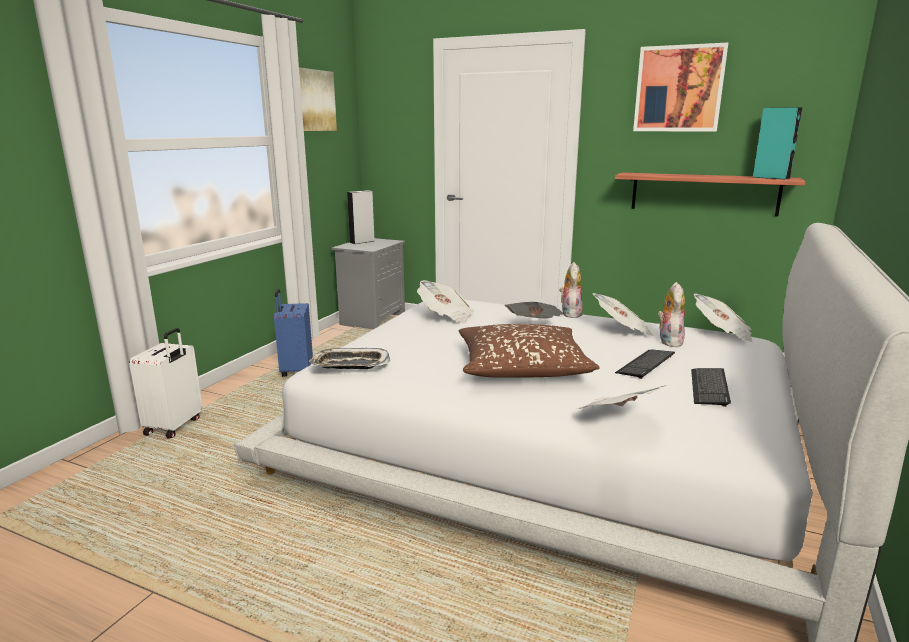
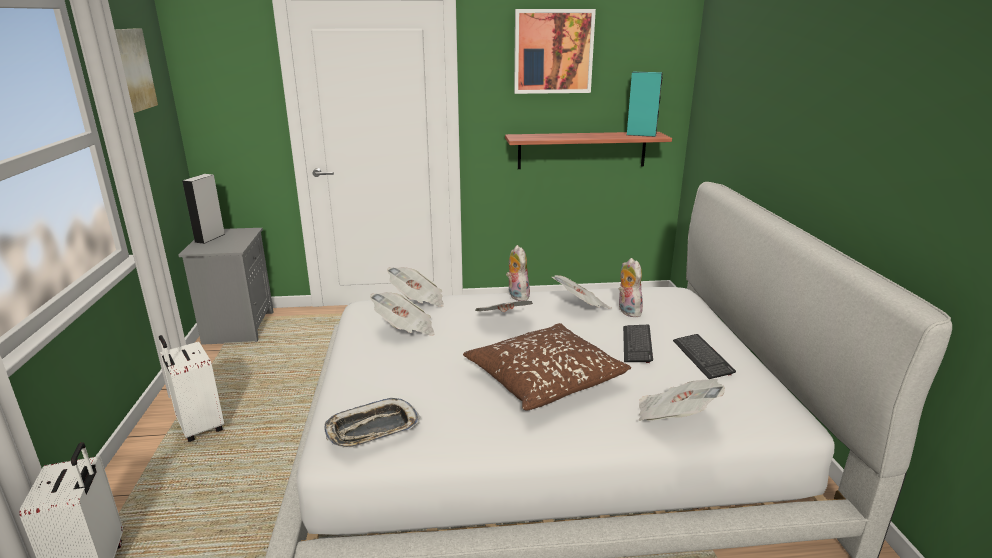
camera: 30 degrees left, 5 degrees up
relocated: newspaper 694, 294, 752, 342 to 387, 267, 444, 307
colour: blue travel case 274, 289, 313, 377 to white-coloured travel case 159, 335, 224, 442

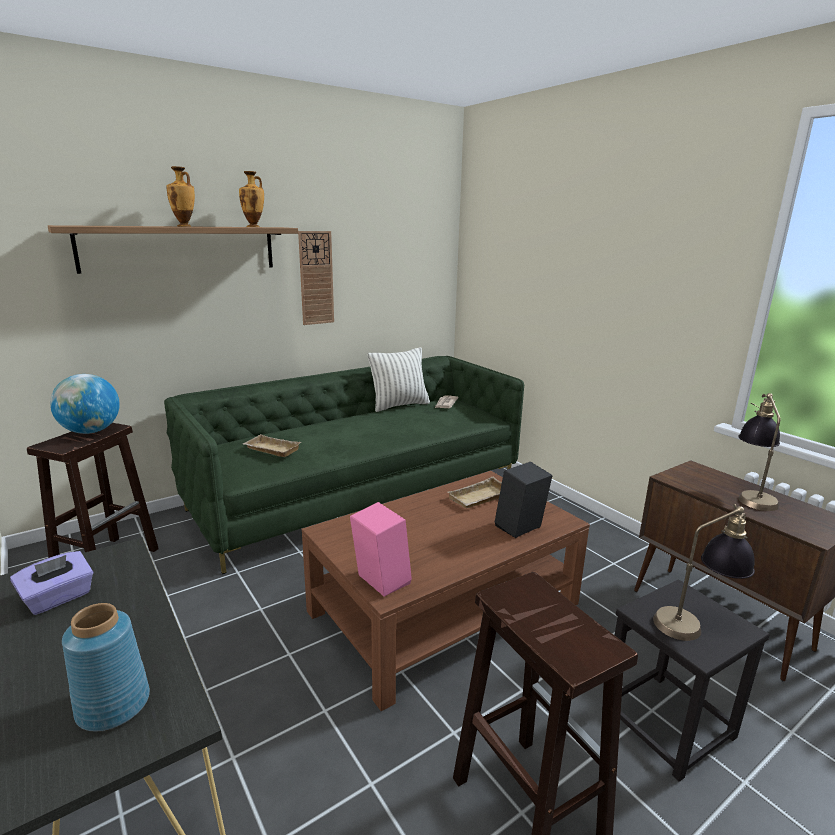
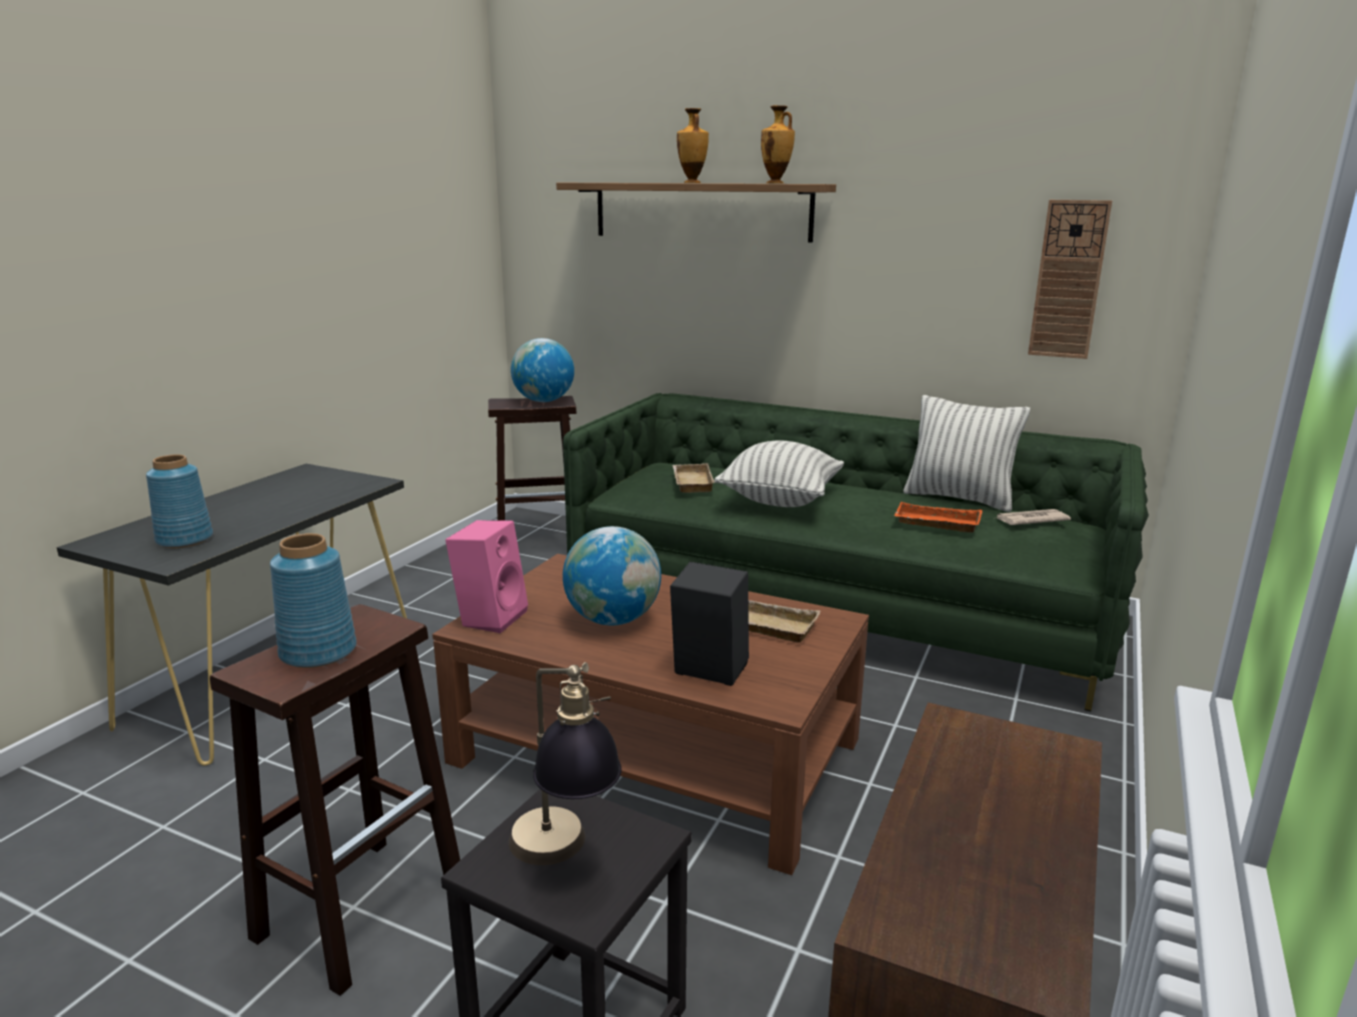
camera: 60 degrees right, 0 degrees up
missing: purple box of tissues 10, 551, 93, 615; lamp for a table 738, 393, 780, 511
appeared: blue vase 270, 533, 357, 668; globe 563, 526, 661, 626; throw pillow 714, 440, 844, 507; orange-coloured serving tray 894, 502, 983, 533
relocated: clock on the wall 298, 231, 334, 325 to 1028, 200, 1112, 359

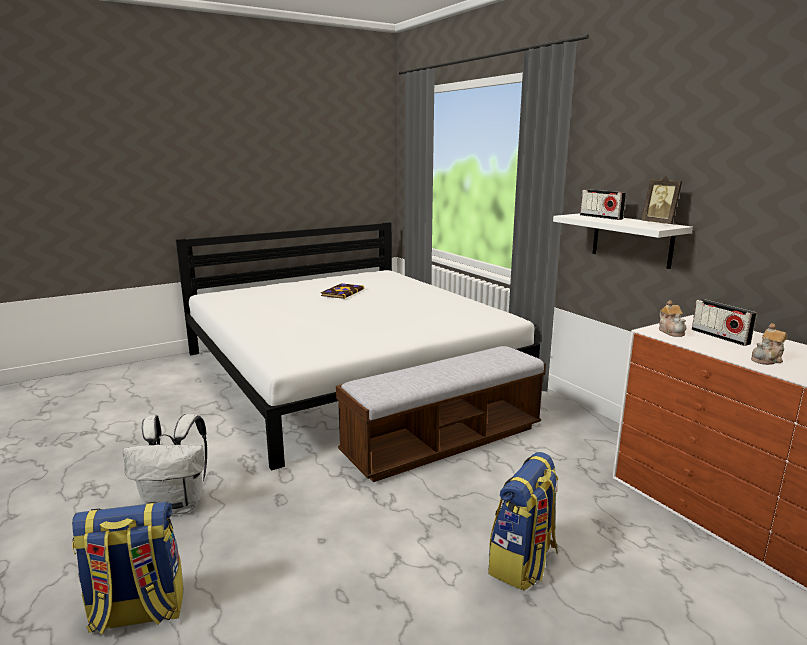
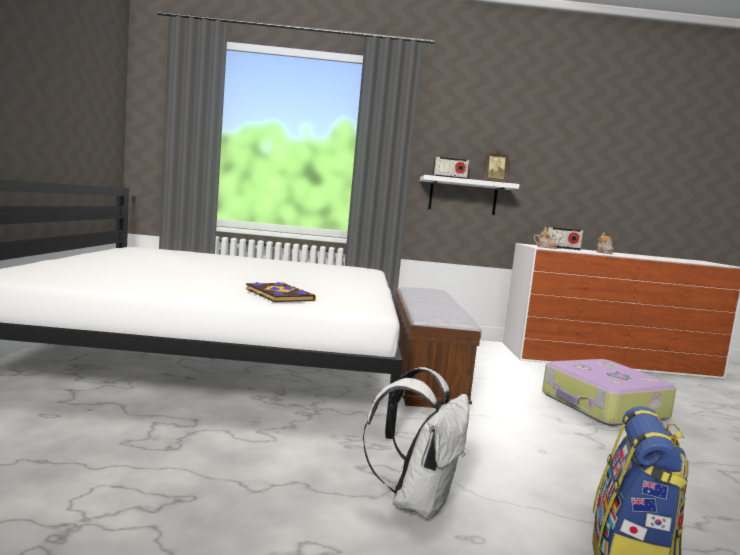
camera: 60 degrees left, 10 degrees down
relocated: volume 321, 283, 364, 299 to 245, 282, 316, 302
exchanged: backpack 488, 452, 558, 591 to travel case 542, 359, 676, 426

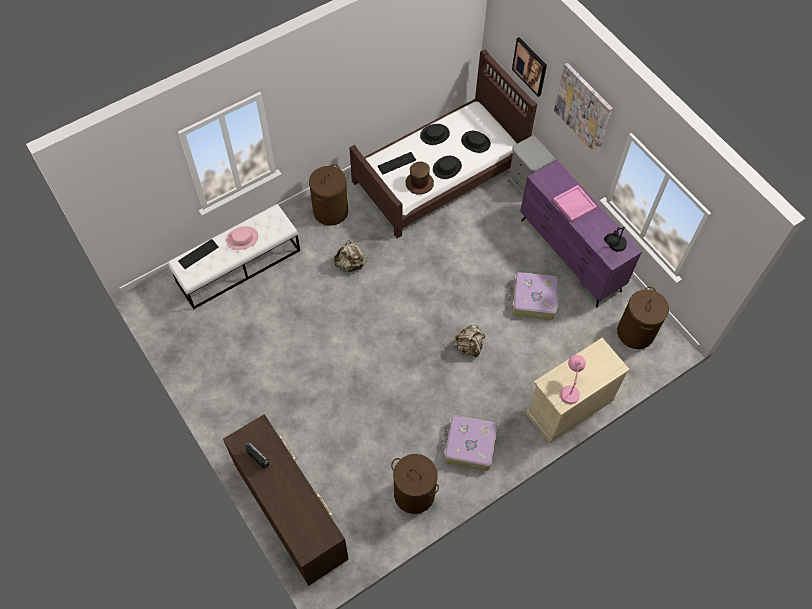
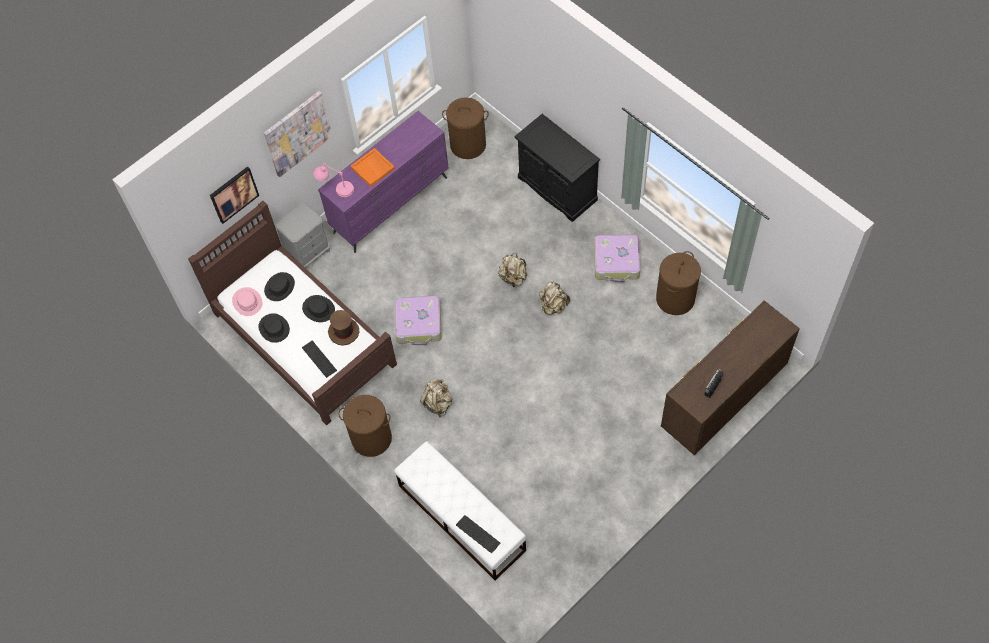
camera: 95 degrees left, 0 degrees up
missing: blackish lamp for a table 604, 227, 627, 252
appeared: beige-coloured backpack 539, 282, 570, 314
relocated: pink-coloured clothing hat 226, 226, 258, 250 to 232, 287, 262, 316; travel case 508, 272, 558, 320 to 394, 295, 442, 345; pink-coloured lamp for a table 560, 355, 586, 404 to 313, 164, 354, 197
colour: beige-coloured cupboard 526, 338, 630, 444 to blackish cupboard 514, 114, 600, 222; pink-coloured serving tray 553, 185, 597, 223 to orange-coloured serving tray 351, 148, 395, 187

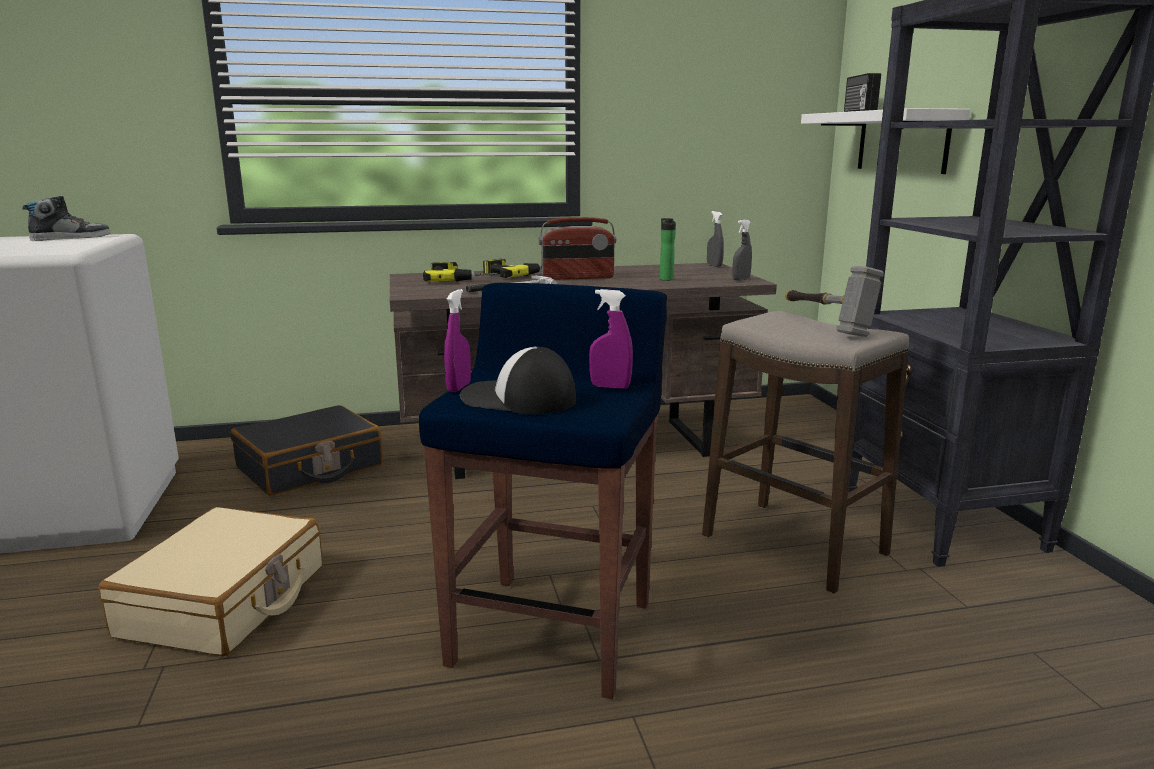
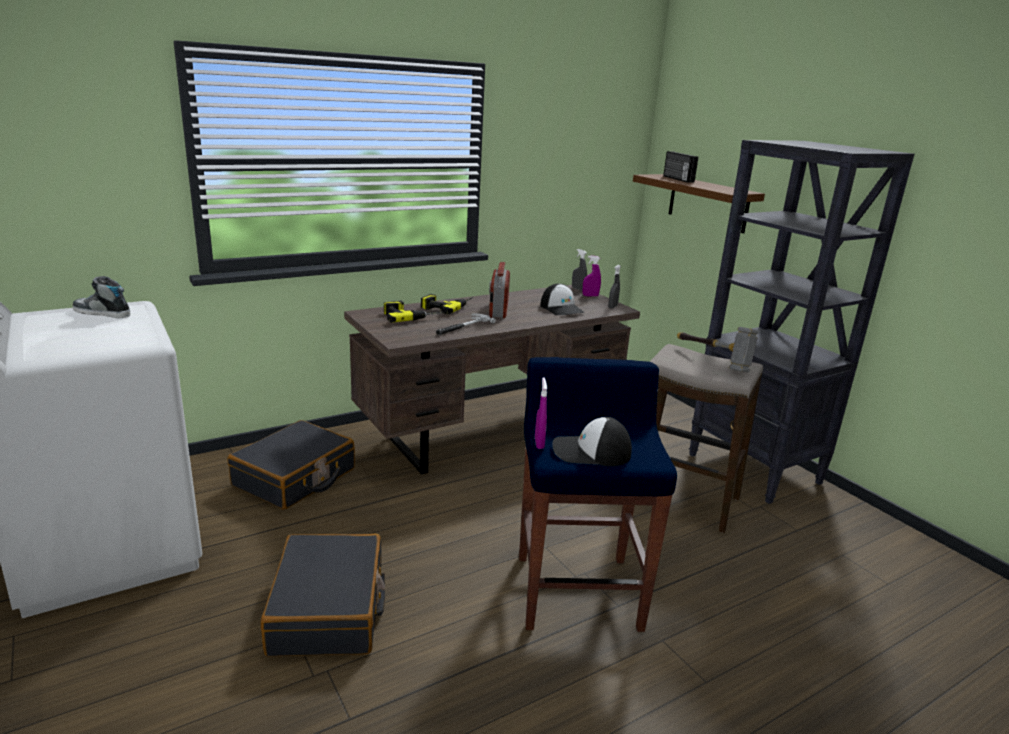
camera: 20 degrees left, 5 degrees up
relocated: purple hand sprayer 589, 289, 633, 389 to 582, 256, 601, 297
exchanged: beverage bottle 660, 218, 676, 281 to cap 540, 284, 585, 315
colour: beige-coloured travel case 98, 507, 322, 657 to blackish travel case 261, 534, 385, 656; white-coloured wall shelf 801, 108, 970, 174 to brown wall shelf 633, 174, 765, 233
spun: low shoe 22, 196, 110, 241 = 73, 276, 130, 318 105 degrees counterclockwise; radio receiver 539, 217, 616, 280 = 489, 262, 510, 318 120 degrees clockwise

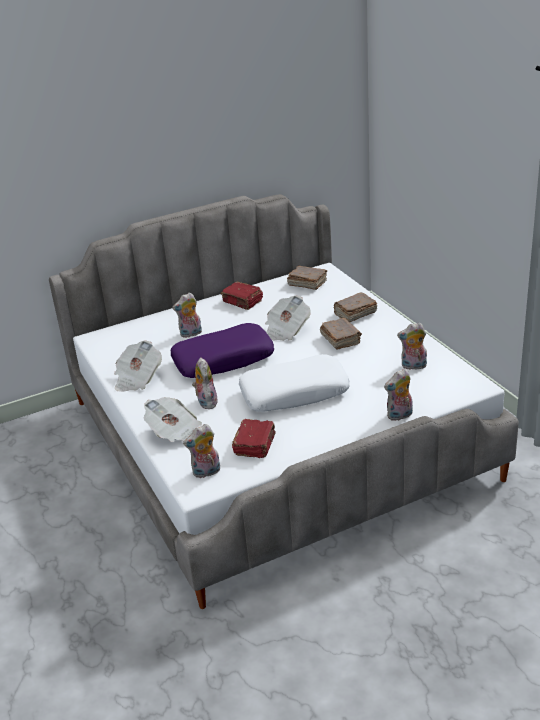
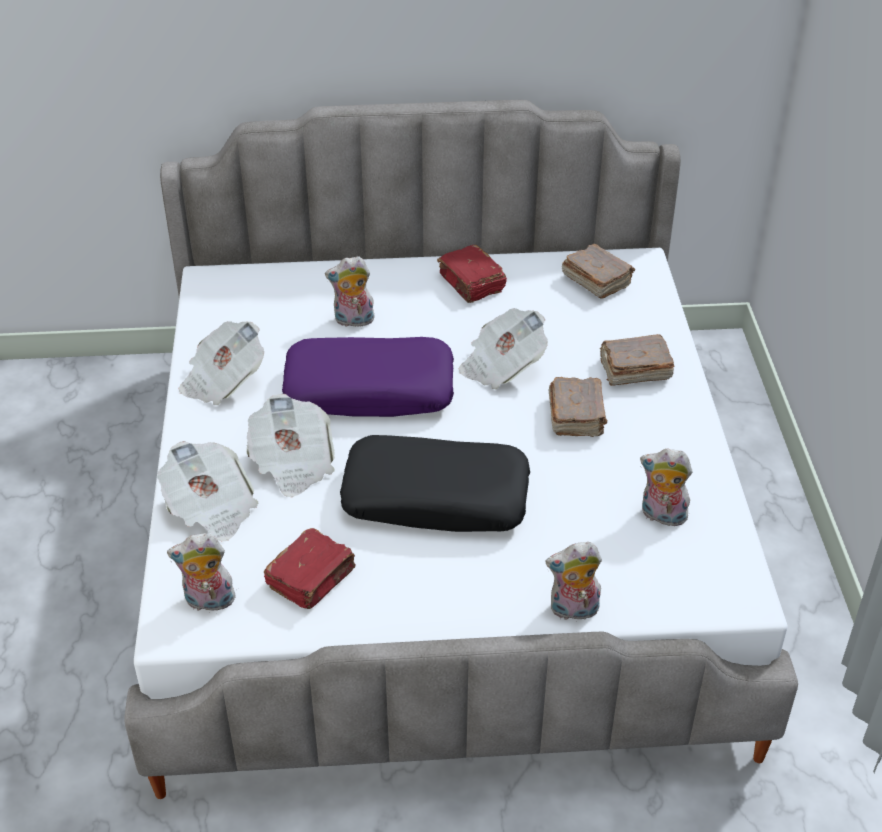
camera: 20 degrees right, 10 degrees up
exchanged: cuddly toy 192, 357, 218, 409 to newspaper 246, 394, 335, 497
colour: white-coloured throw pillow 239, 354, 350, 412 to blackish throw pillow 340, 435, 530, 532

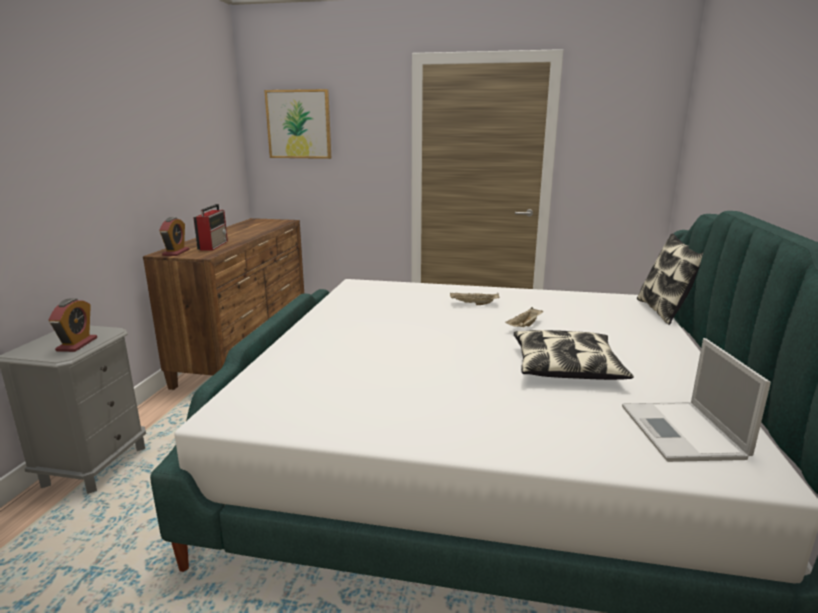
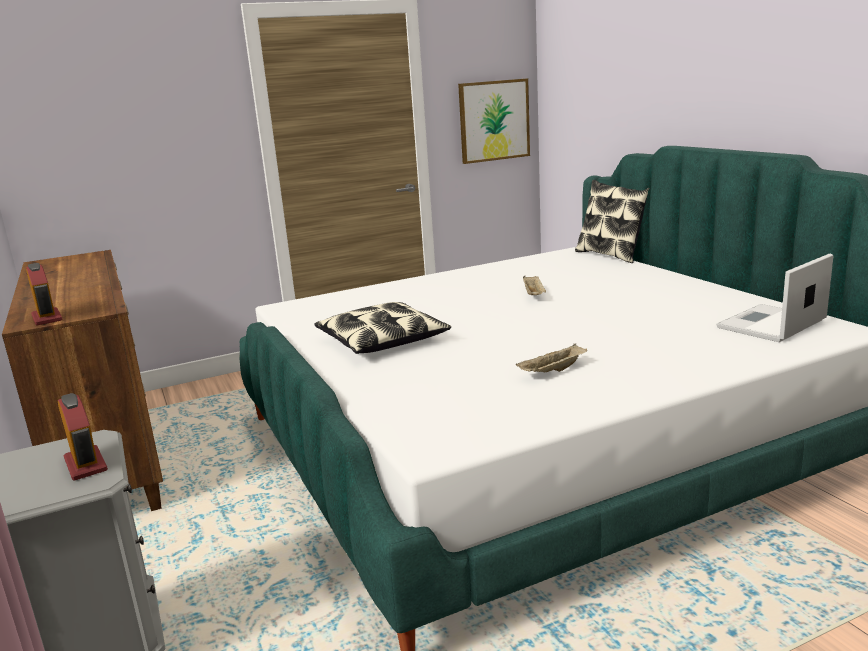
camera: 35 degrees left, 0 degrees up
missing: radio receiver 193, 204, 228, 251
relocated: wall picture 264, 89, 331, 159 to 458, 78, 530, 164; beige-coloured serving tray 450, 292, 499, 305 to 516, 343, 588, 372; throw pillow 514, 330, 634, 380 to 315, 302, 451, 354
spun: notebook computer 622, 338, 771, 462 = 717, 253, 834, 342 90 degrees clockwise

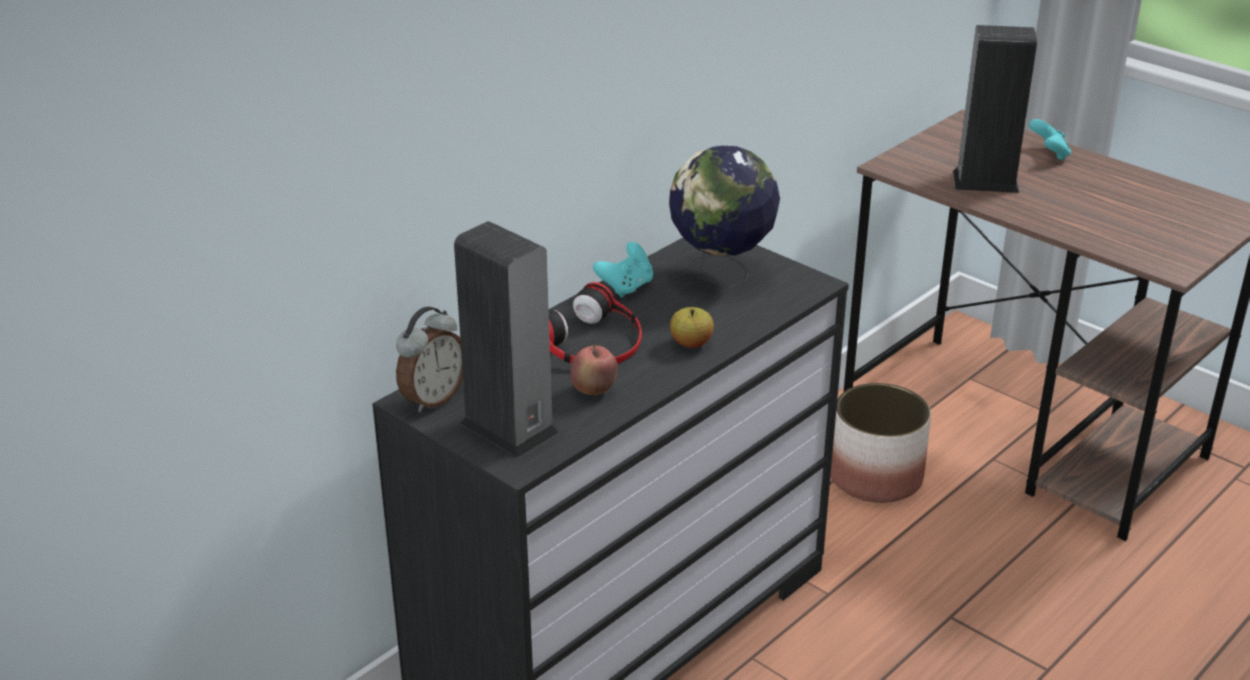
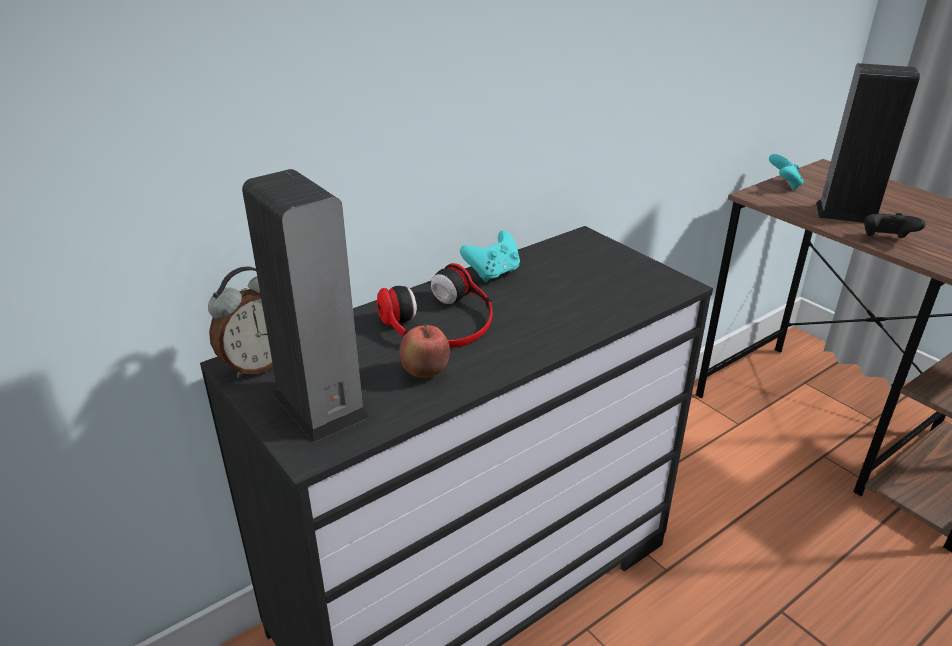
camera: 10 degrees right, 0 degrees up
missing: globe 669, 146, 780, 288; whole apple 670, 307, 714, 348; flower pot 831, 383, 931, 503
appeared: blackish game controller 864, 213, 925, 238
relocated: blue-green game controller 1029, 119, 1071, 161 to 769, 154, 804, 190

